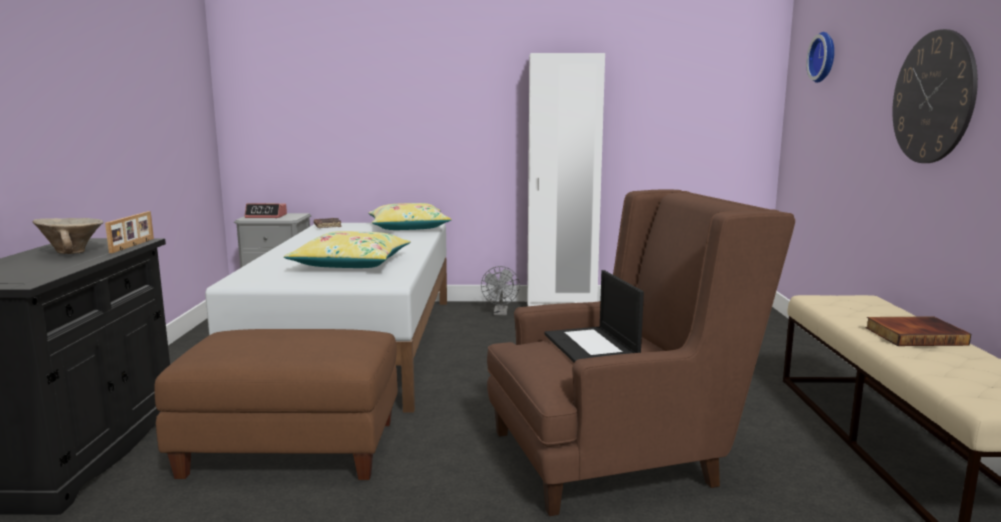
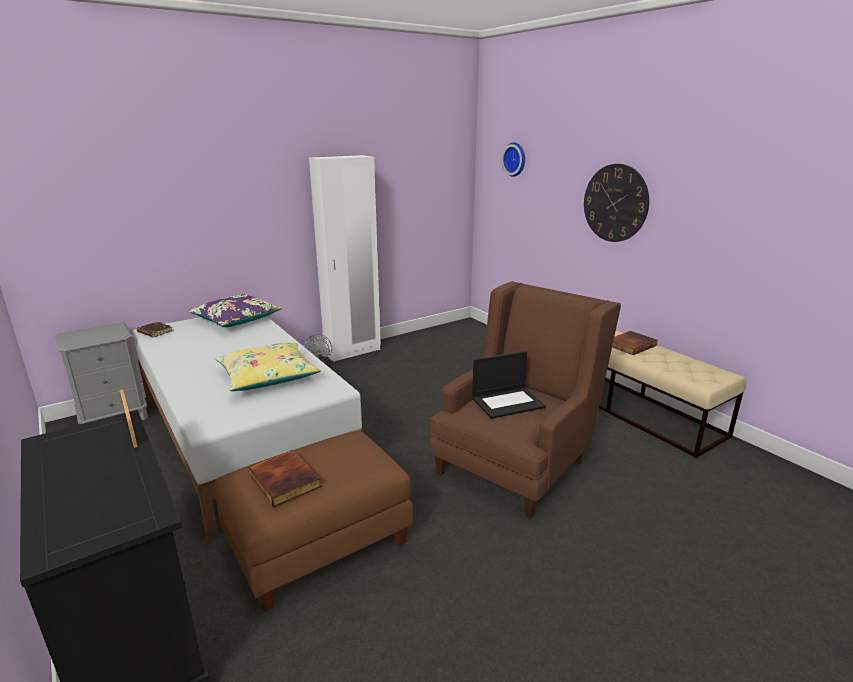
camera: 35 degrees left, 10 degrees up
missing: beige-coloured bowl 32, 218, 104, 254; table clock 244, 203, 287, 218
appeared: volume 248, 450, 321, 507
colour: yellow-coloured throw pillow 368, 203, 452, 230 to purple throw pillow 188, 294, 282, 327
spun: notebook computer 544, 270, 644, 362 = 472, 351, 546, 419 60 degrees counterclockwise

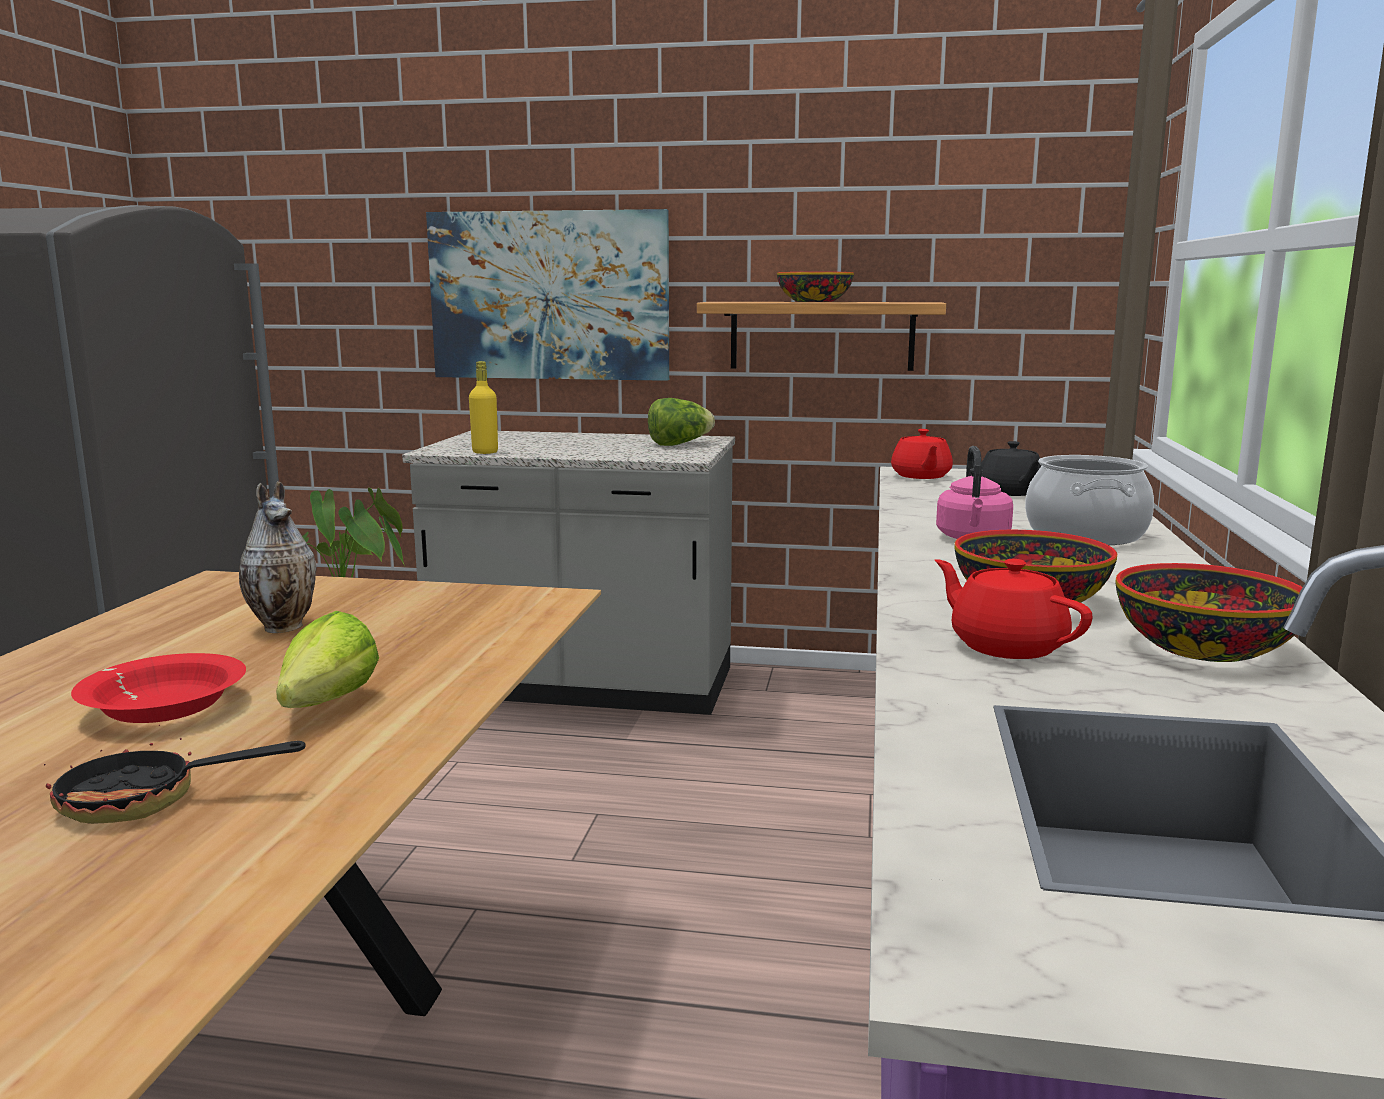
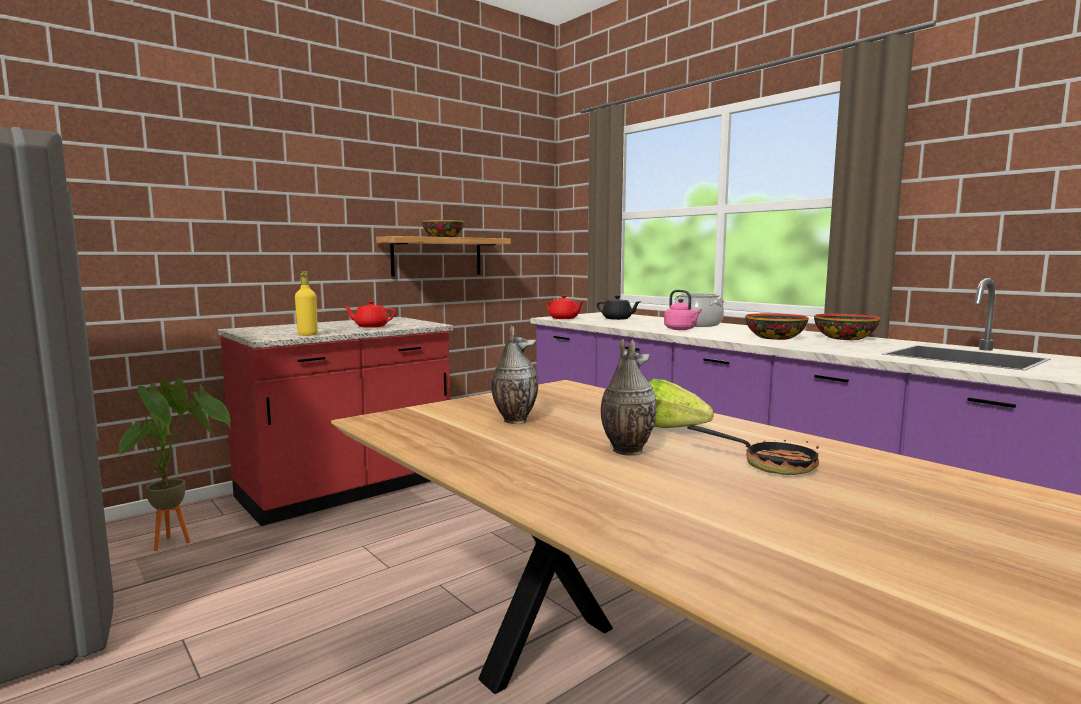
camera: 50 degrees left, 5 degrees down
missing: wall picture 426, 209, 669, 381; lettuce 648, 398, 715, 446
relocated: red-coloured teapot 934, 559, 1093, 659 to 343, 301, 396, 328
exchanged: red-coloured bowl 71, 653, 246, 723 to vase 601, 339, 656, 456
colour: grey kitchen counter 402, 431, 735, 715 to red-coloured kitchen counter 218, 317, 453, 526
spun: pan 44, 724, 305, 824 = 687, 425, 819, 475 90 degrees counterclockwise

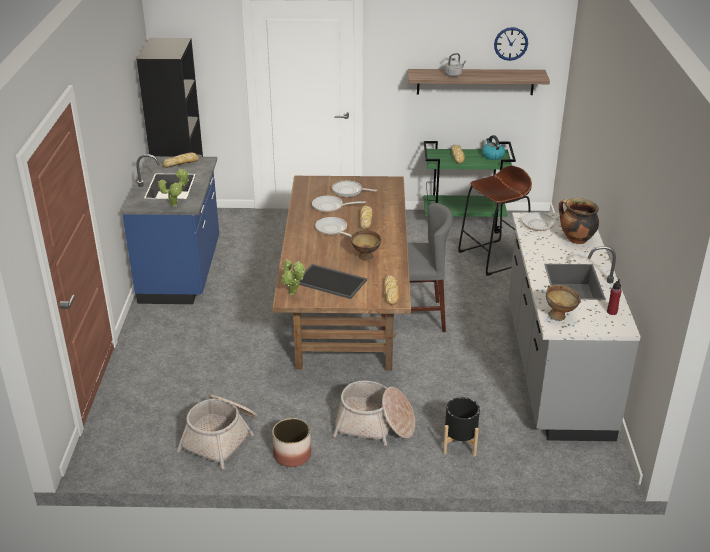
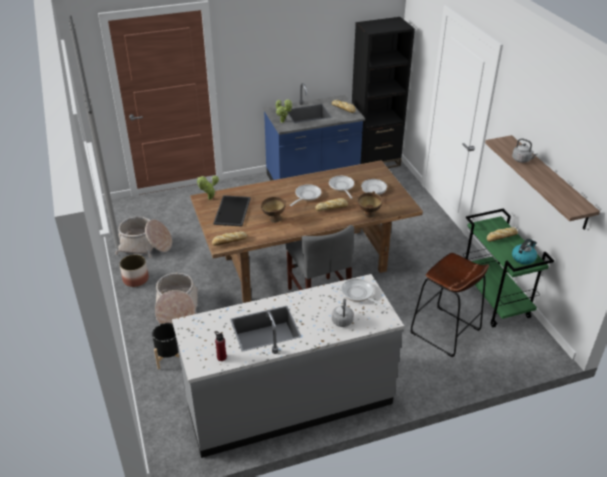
camera: 70 degrees right, 5 degrees up
missing: clock on the wall 494, 27, 528, 61
relocated: brown bowl 546, 285, 581, 321 to 358, 191, 382, 218
exchanged: stockpot 559, 198, 599, 244 to grey kettle 332, 299, 354, 327

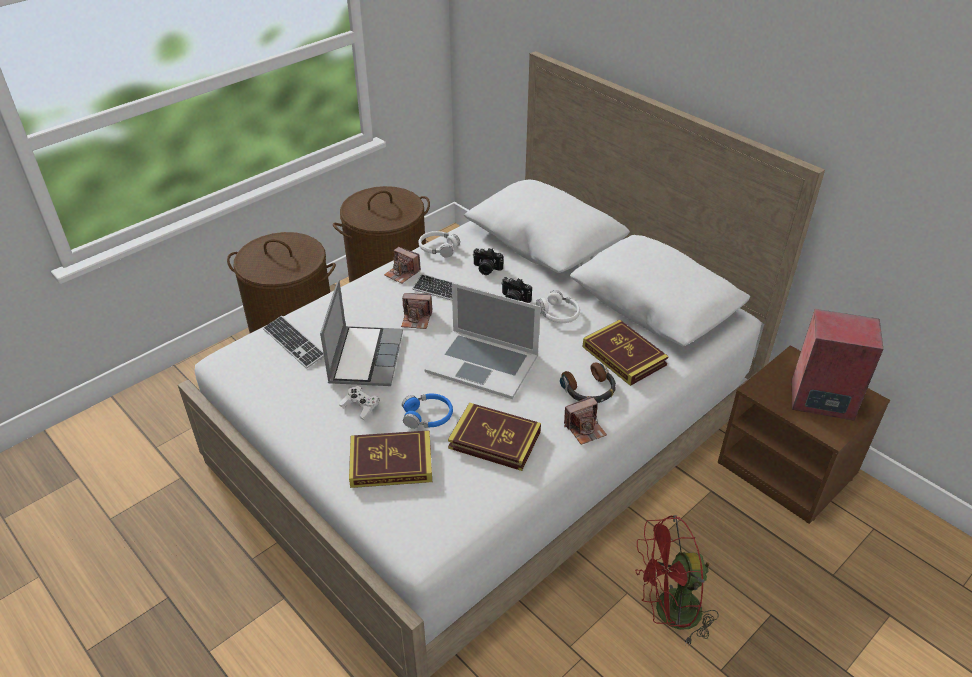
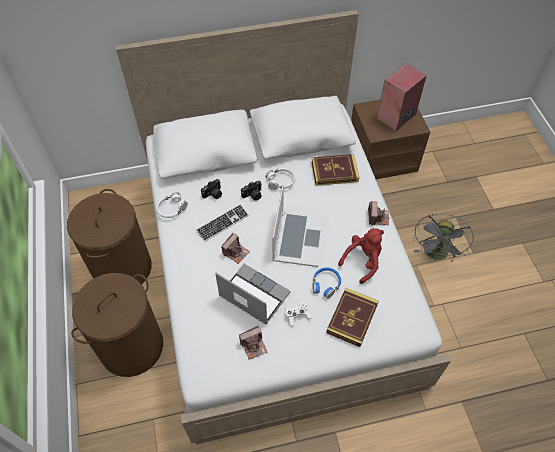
camera: 60 degrees left, 15 degrees up
missing: PC keyboard 263, 315, 324, 369; headphones 560, 363, 616, 403
relocated: still camera 384, 247, 421, 284 to 239, 326, 267, 360
exchanged: volume 448, 402, 541, 471 to red-coloured cuddly toy 338, 228, 384, 284
colour: red-coloured fan 635, 515, 719, 646 to grey fan 414, 213, 474, 261
spun: notebook computer 424, 283, 541, 399 = 272, 185, 325, 267 45 degrees counterclockwise

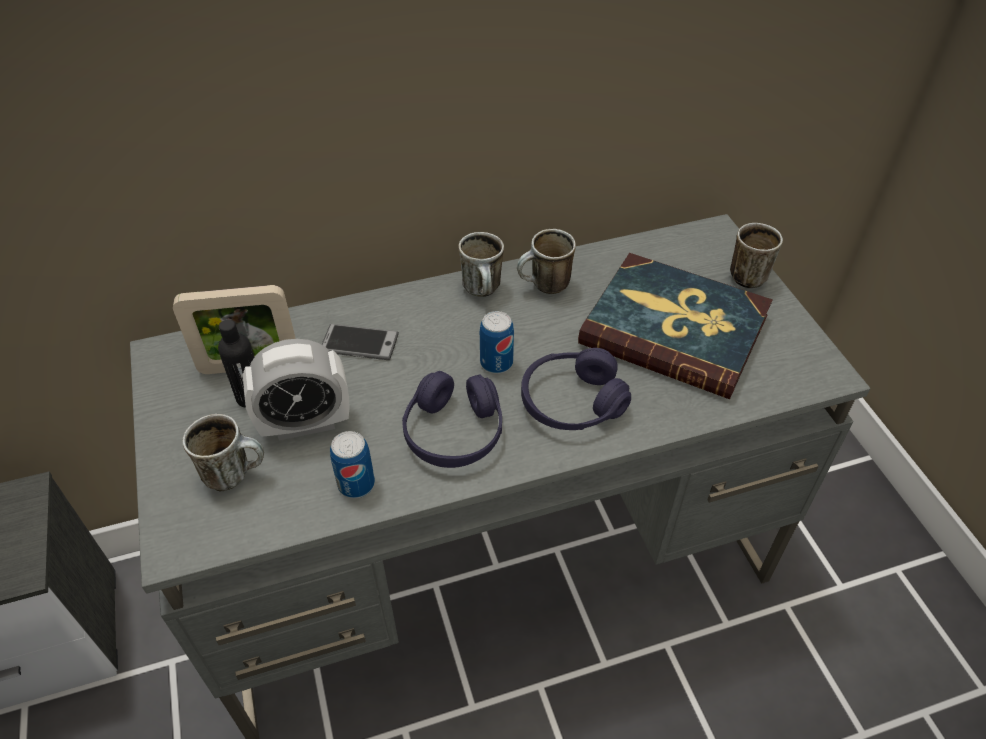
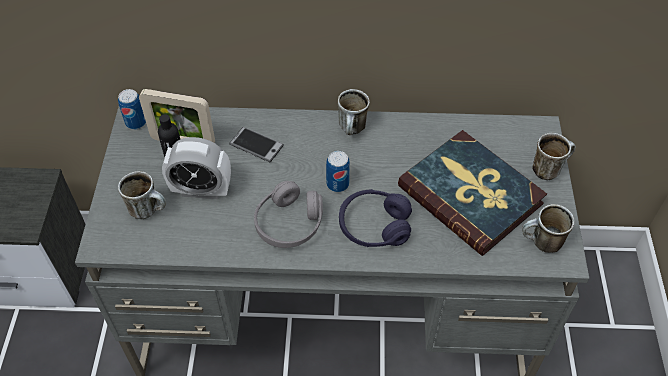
camera: 20 degrees right, 5 degrees up
relocated: metal can 330, 431, 375, 498 to 118, 89, 146, 130; coffee mug 517, 229, 576, 294 to 522, 204, 574, 253
colour: purple headphones 402, 371, 502, 468 to grey headphones 254, 181, 323, 248

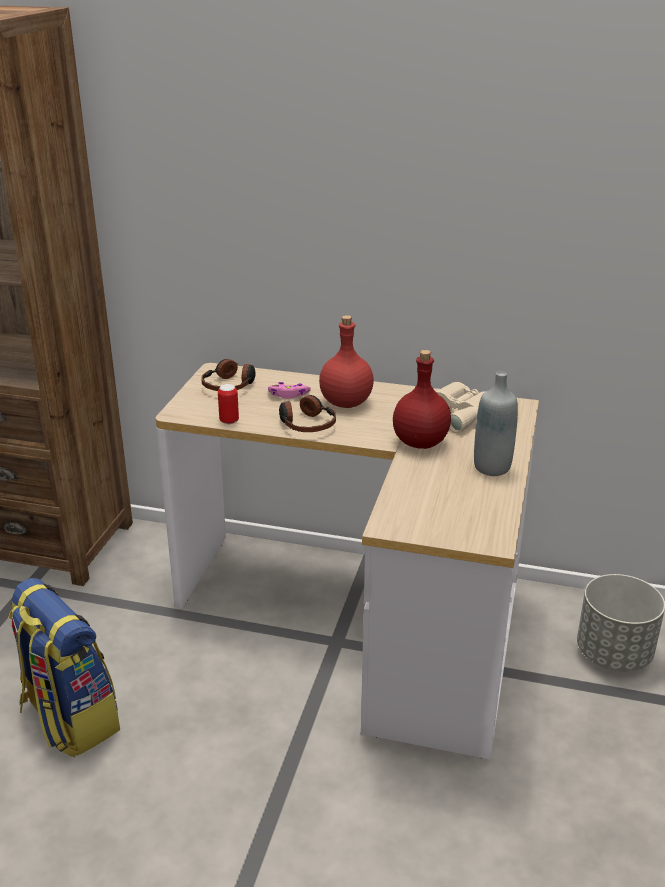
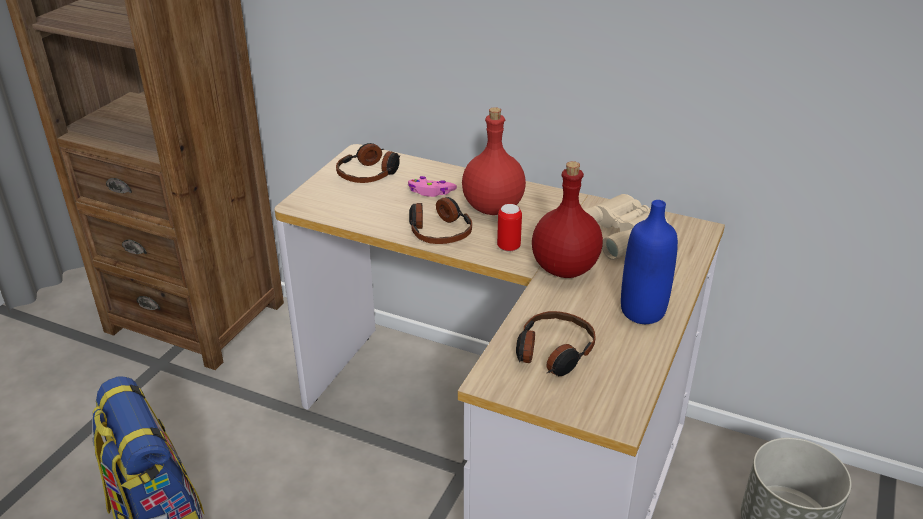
camera: 10 degrees right, 5 degrees up
appeared: headphones 516, 311, 596, 376
relocated: metal can 218, 384, 239, 424 to 497, 204, 522, 251
colour: grey beverage bottle 474, 371, 518, 476 to blue beverage bottle 621, 200, 678, 324

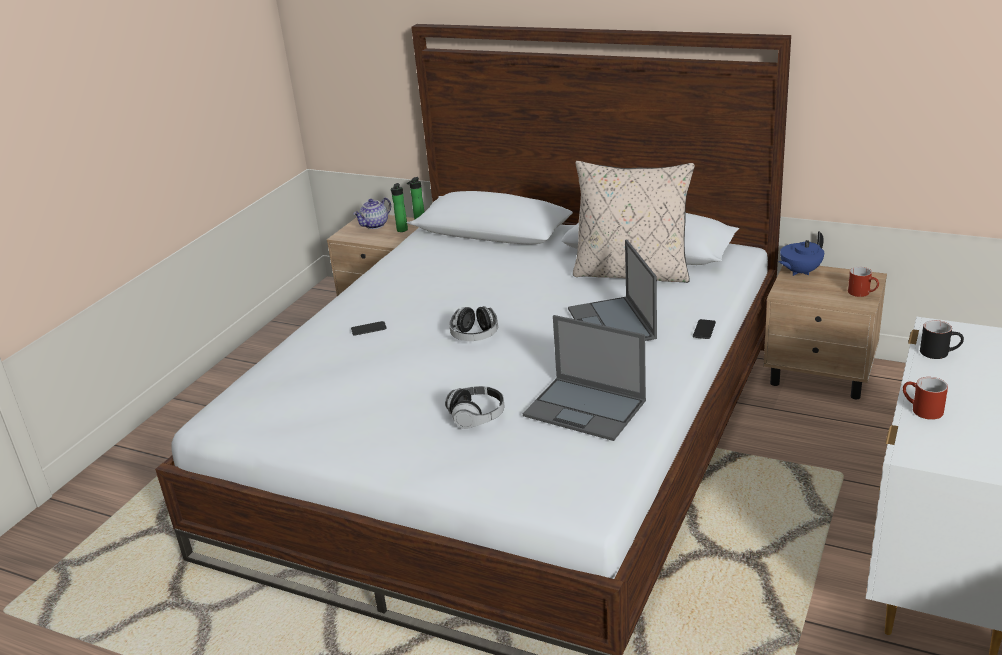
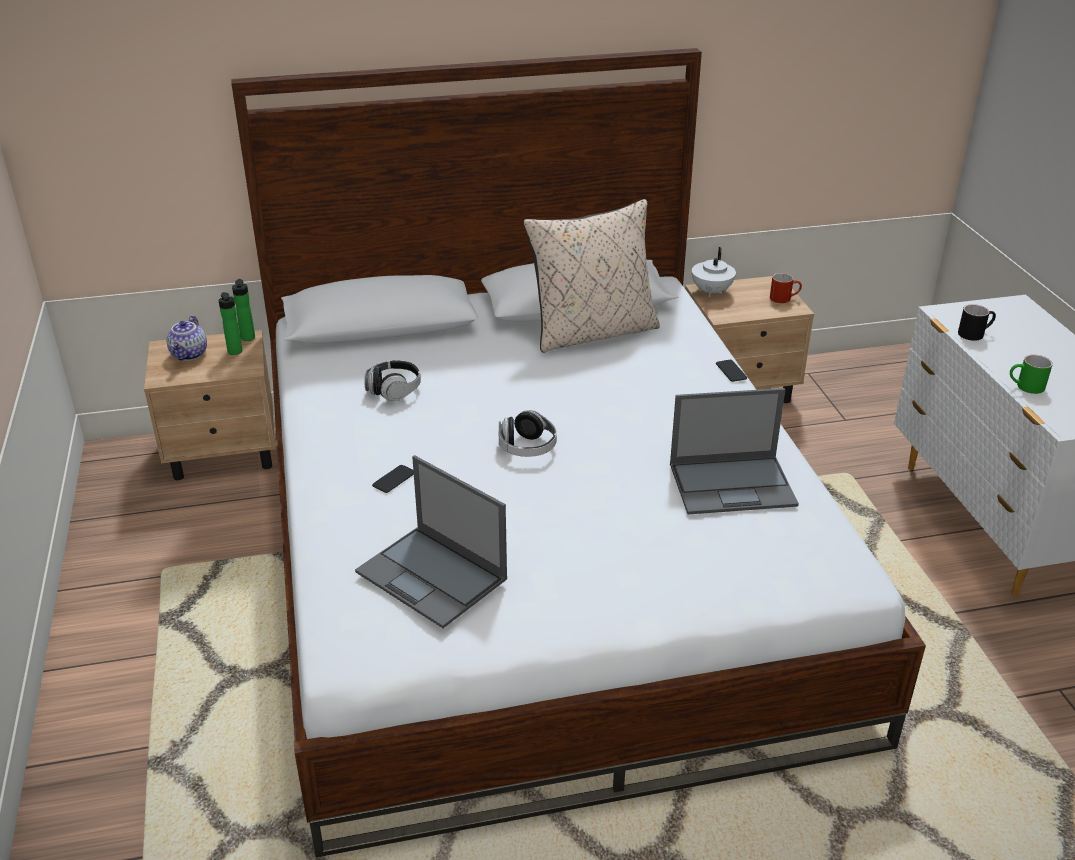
camera: 40 degrees left, 5 degrees up
relocated: headphones 445, 386, 504, 429 to 364, 360, 421, 401; notebook computer 568, 239, 657, 341 to 355, 455, 507, 628
colour: blue teapot 779, 231, 824, 276 to white-coloured teapot 692, 247, 736, 297; red-coloured coffee mug 903, 377, 948, 420 to green-coloured coffee mug 1010, 355, 1053, 394

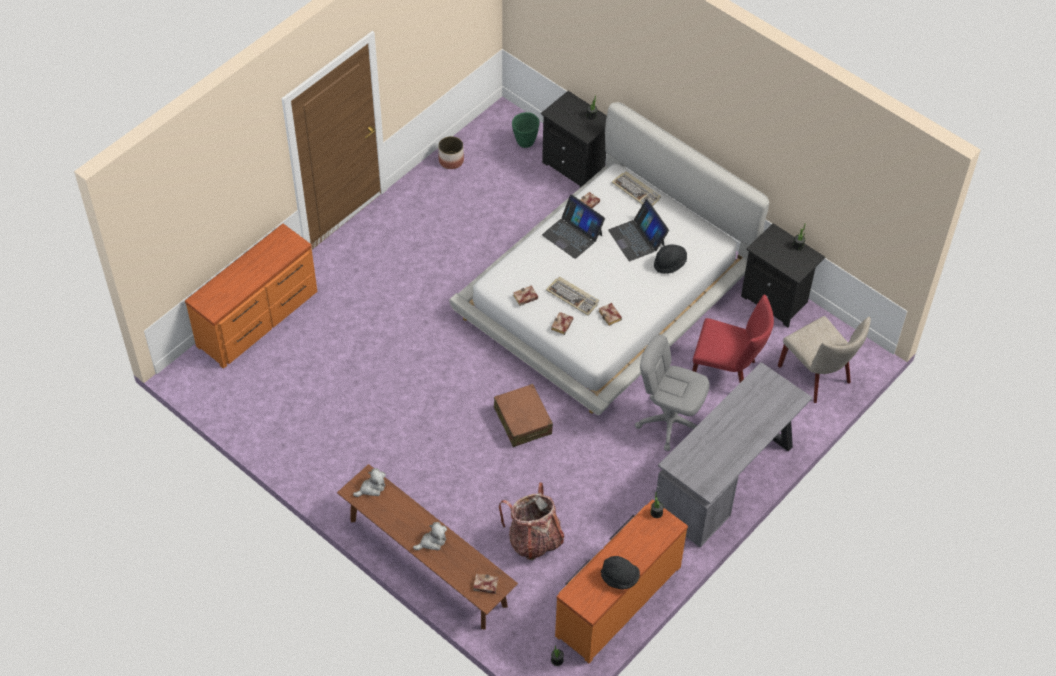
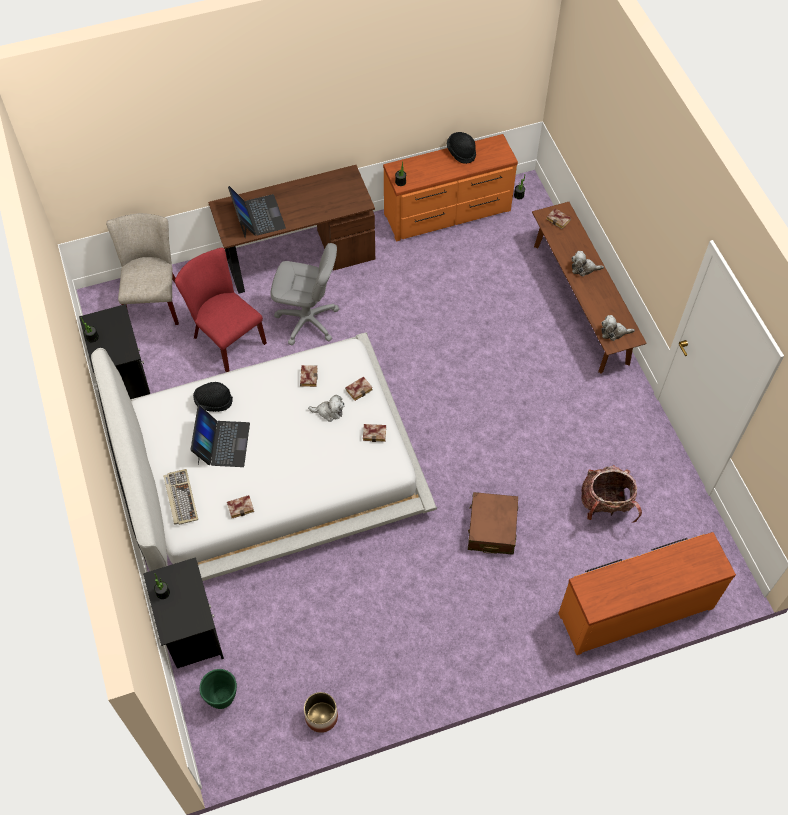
camera: 150 degrees left, 5 degrees up
relocated: brown travel case 494, 384, 553, 447 to 468, 492, 518, 554; backpack 499, 482, 564, 560 to 581, 465, 642, 523; notebook computer 542, 194, 605, 259 to 228, 186, 286, 238
exchanged: PC keyboard 546, 277, 599, 316 to cuddly toy 308, 395, 344, 422
colour: grey desk table 656, 362, 813, 547 to brown desk table 208, 165, 375, 294
spun: grey computer chair 635, 334, 710, 451 = 270, 243, 339, 346 45 degrees counterclockwise

